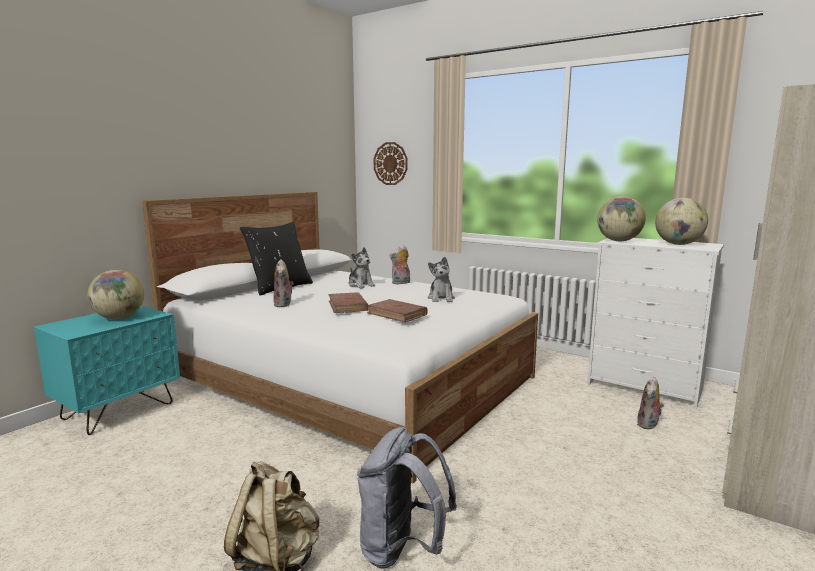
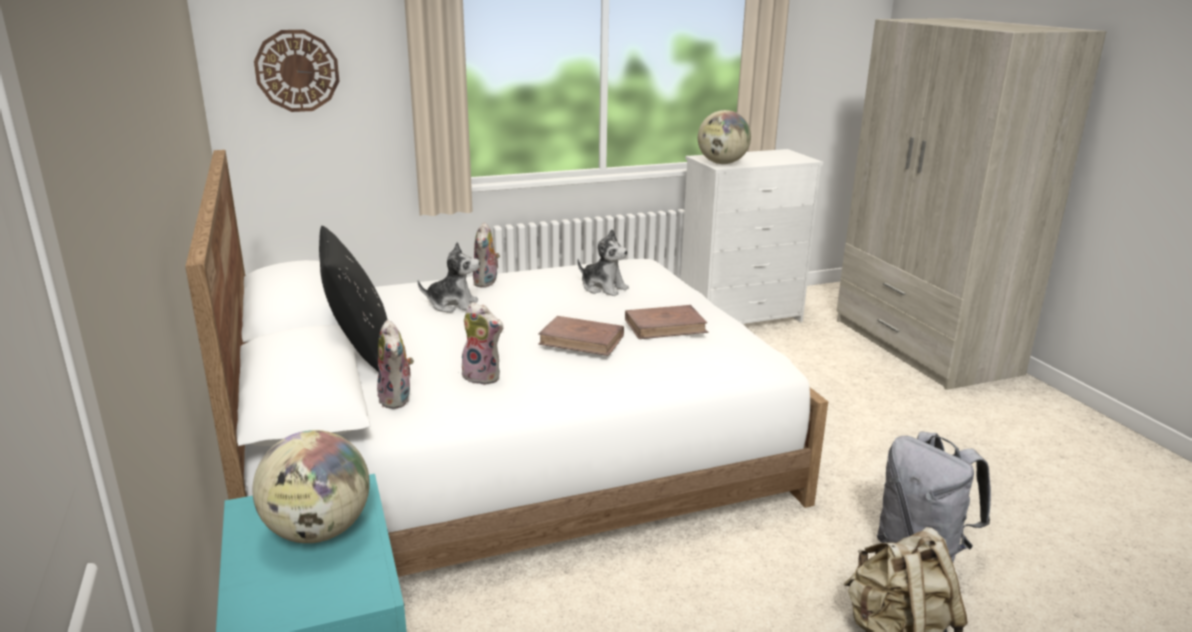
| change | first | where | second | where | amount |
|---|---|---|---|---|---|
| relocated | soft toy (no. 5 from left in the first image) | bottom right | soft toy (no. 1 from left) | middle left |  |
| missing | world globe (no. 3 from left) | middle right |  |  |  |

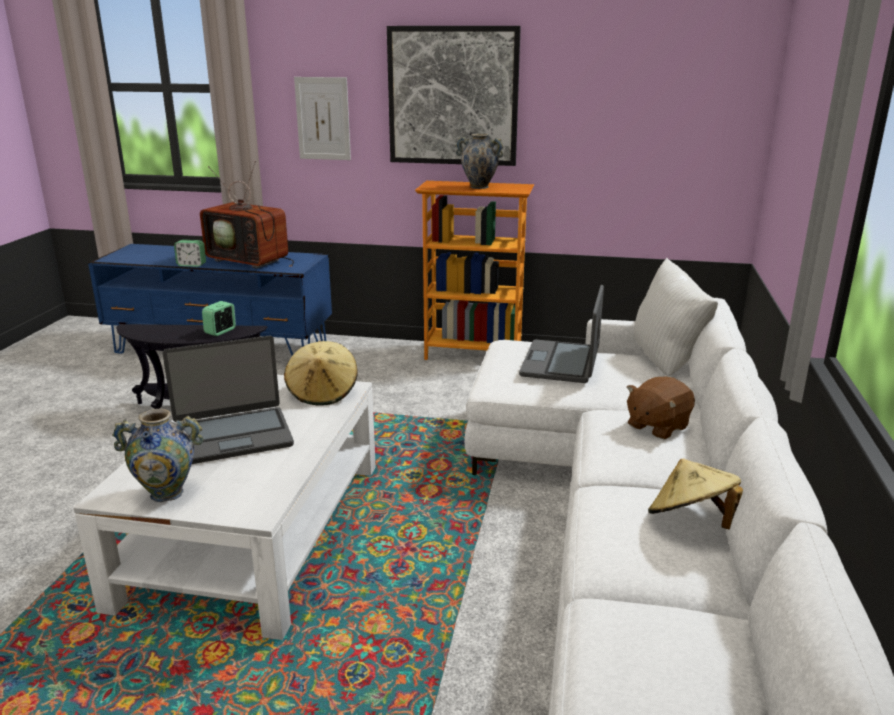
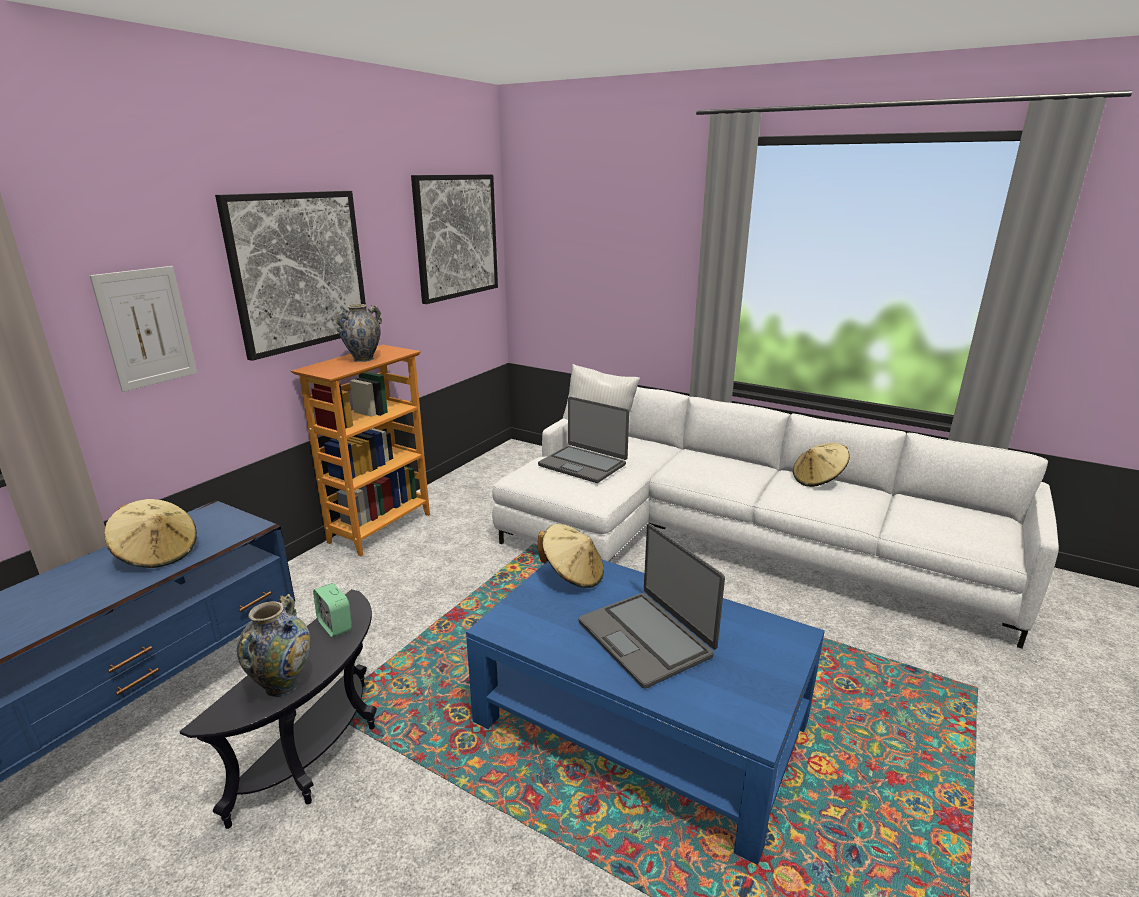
| change | first | where | second | where | amount |
|---|---|---|---|---|---|
| exchanged | TV | top left | beige-coloured wearable hat (no. 1 from left) | middle left |  |
| relocated | vase (no. 1 from left) | middle left |  | bottom left |  |
| appeared |  |  | wall art (no. 3 from left) | top centre |  |
| colour | white coffee table | bottom left | blue coffee table | bottom centre |  |
| spun | laptop (no. 1 from left in the first image) | middle left | laptop (no. 2 from left) | bottom centre | 150 degrees clockwise |
| missing | alarm clock (no. 1 from left) | middle left |  |  |  |
| missing | brownish soft toy | middle right |  |  |  |

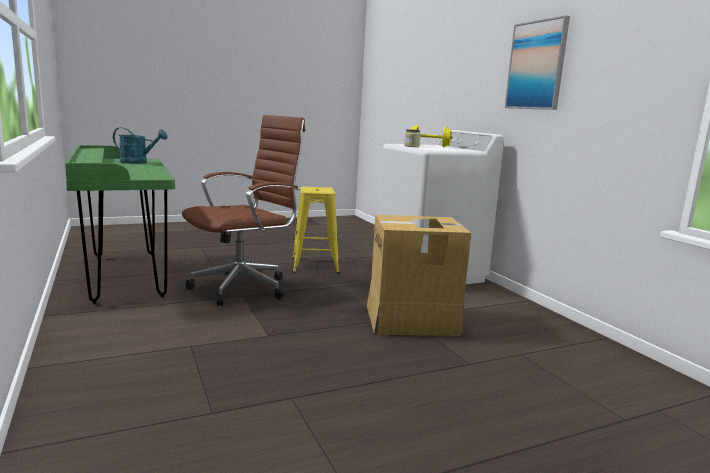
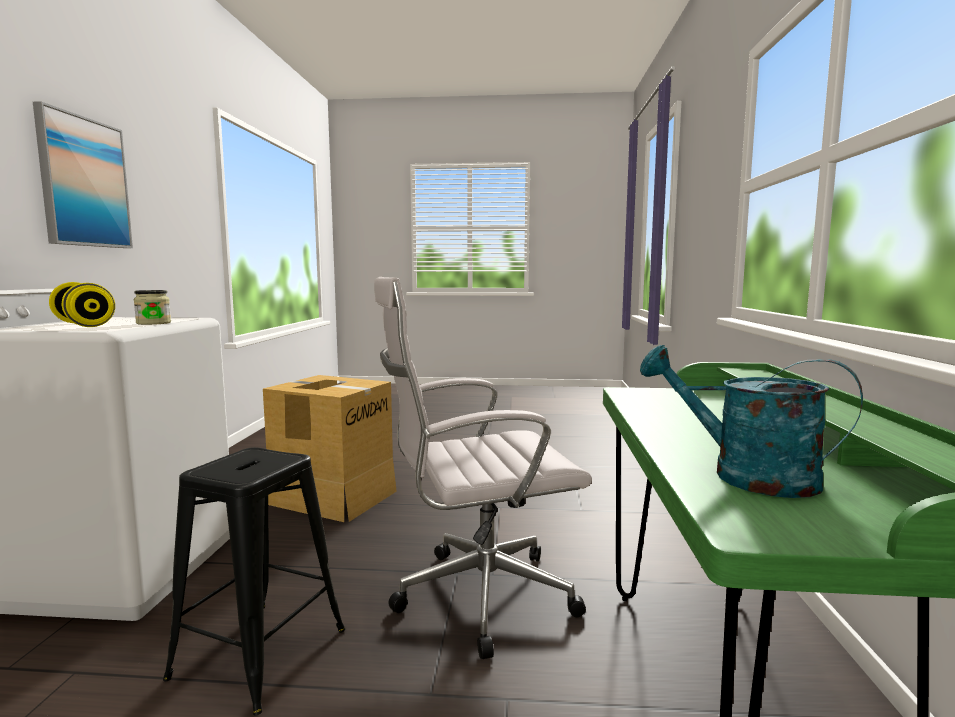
| change | first | where | second | where | amount |
|---|---|---|---|---|---|
| colour | yellow-coloured stool | centre | blackish stool | bottom left |  |
| colour | brownish desk chair | centre | white desk chair | centre |  |

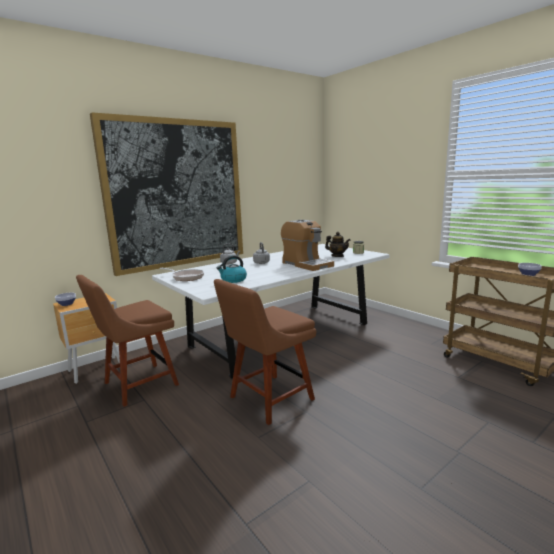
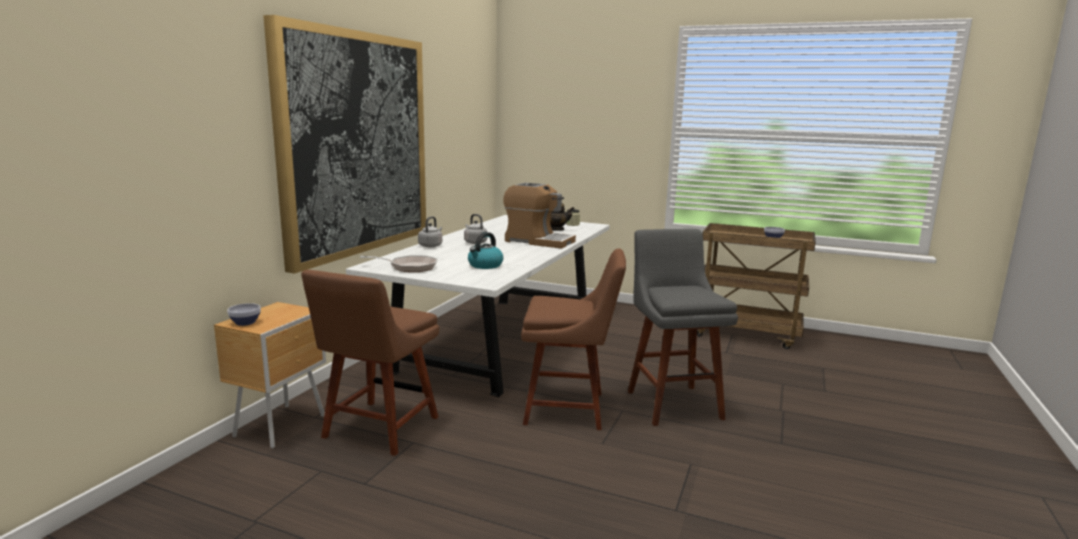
| change | first | where | second | where | amount |
|---|---|---|---|---|---|
| spun | brownish chair (no. 2 from left) | centre |  | centre | 105 degrees counterclockwise |
| appeared |  |  | gray stool | centre |  |

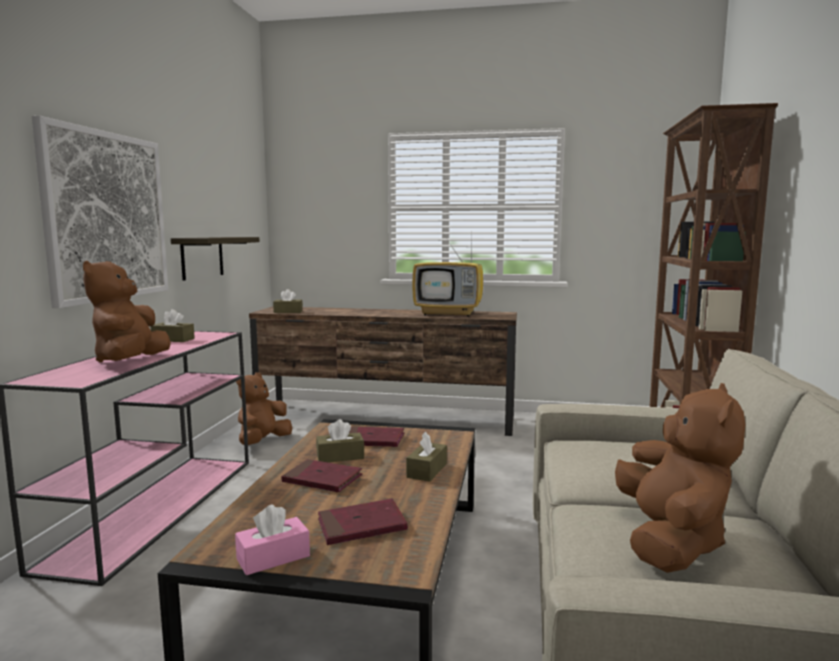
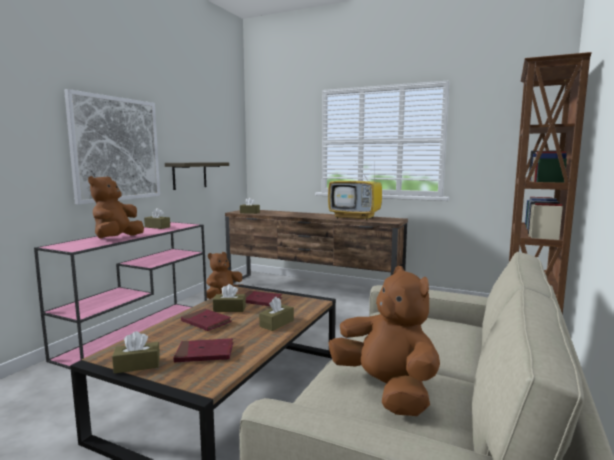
| change | first | where | second | where | amount |
|---|---|---|---|---|---|
| colour | pinkish box of tissues | bottom left | brownish box of tissues (no. 1 from left) | bottom left |  |
| spun | brownish soft toy (no. 3 from left) | bottom right |  | bottom centre | 60 degrees counterclockwise |

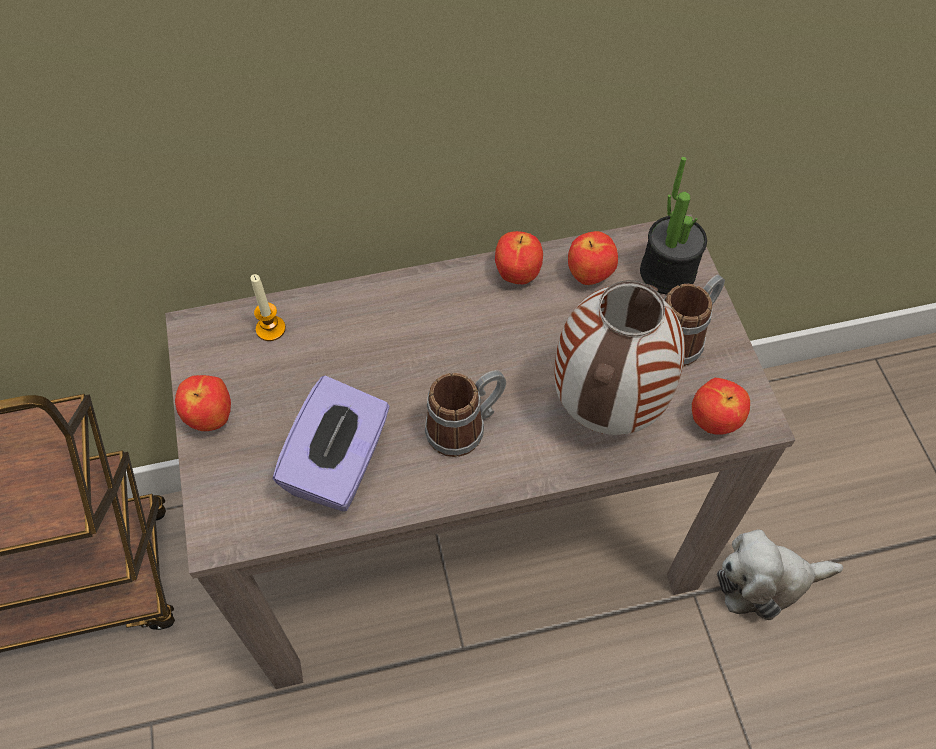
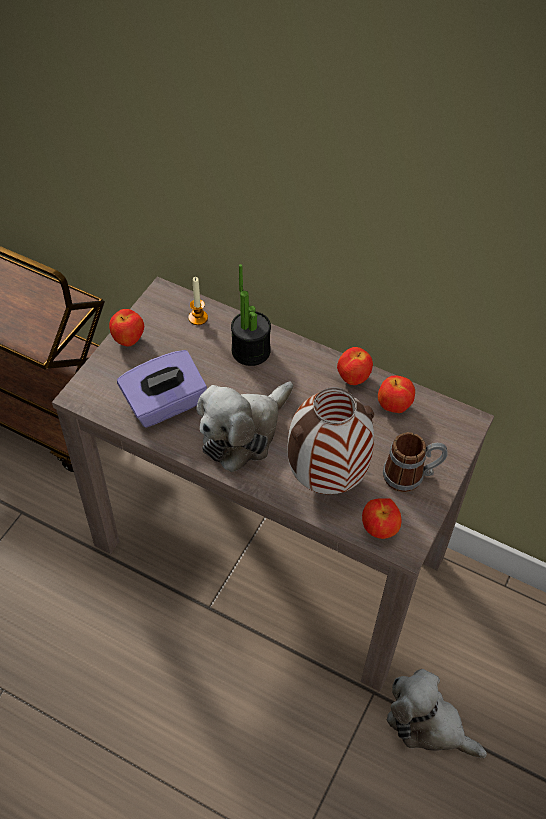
| change | first | where | second | where | amount |
|---|---|---|---|---|---|
| exchanged | mug (no. 1 from left) | centre | soft toy (no. 1 from left) | centre |  |
| relocated | plant in a pot | top right |  | centre |  |

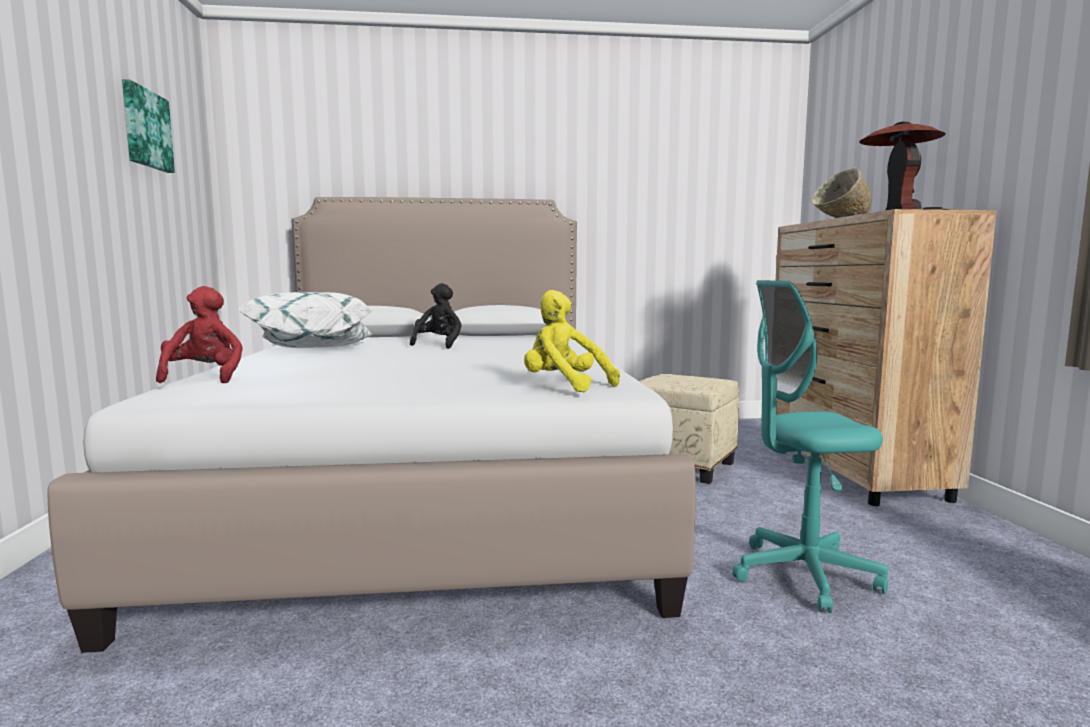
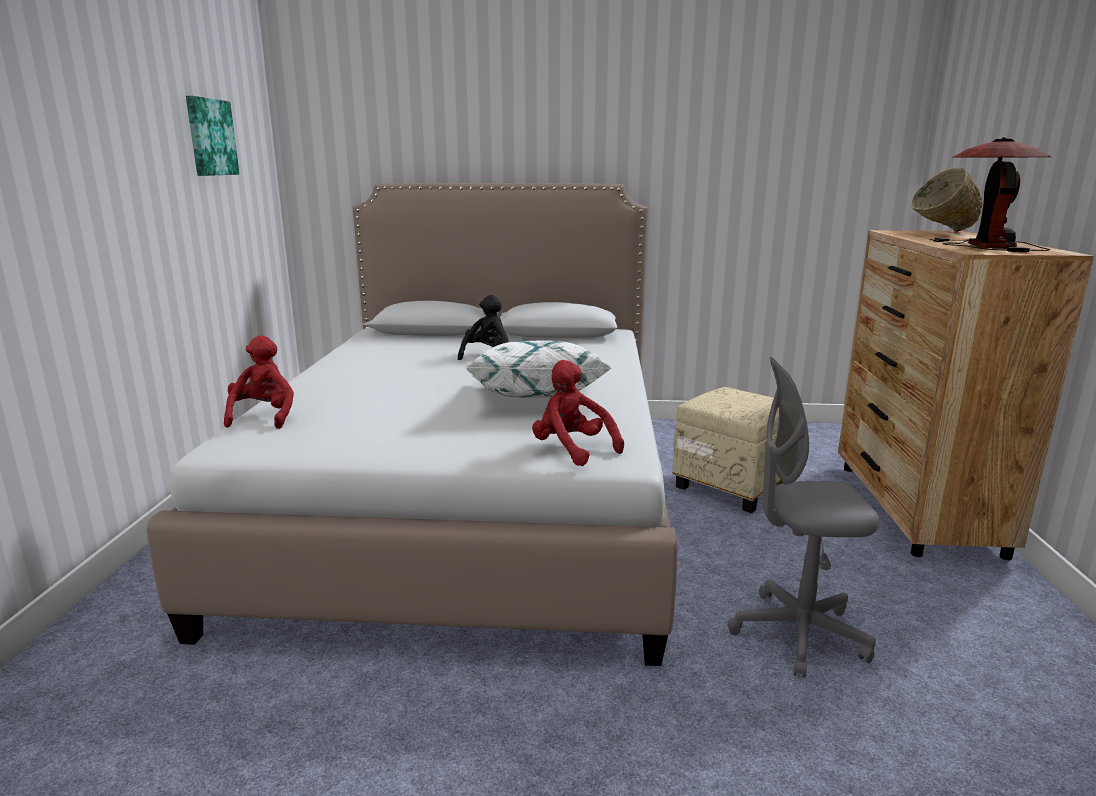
| change | first | where | second | where | amount |
|---|---|---|---|---|---|
| relocated | white cushion | middle left |  | centre |  |
| colour | yellow-coloured soft toy | centre | red-coloured soft toy (no. 2 from left) | centre |  |
| colour | turquoise-coloured desk chair | middle right | gray desk chair | middle right |  |

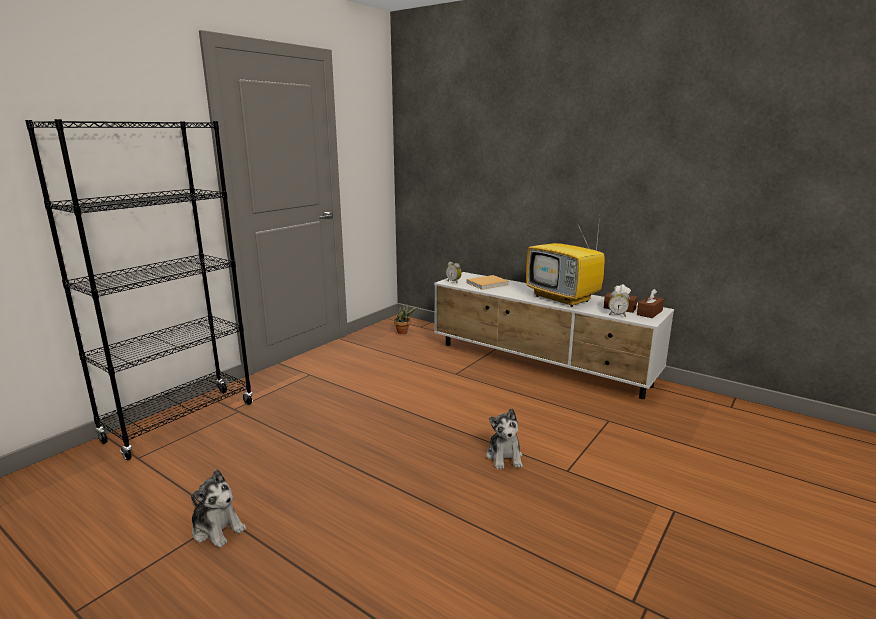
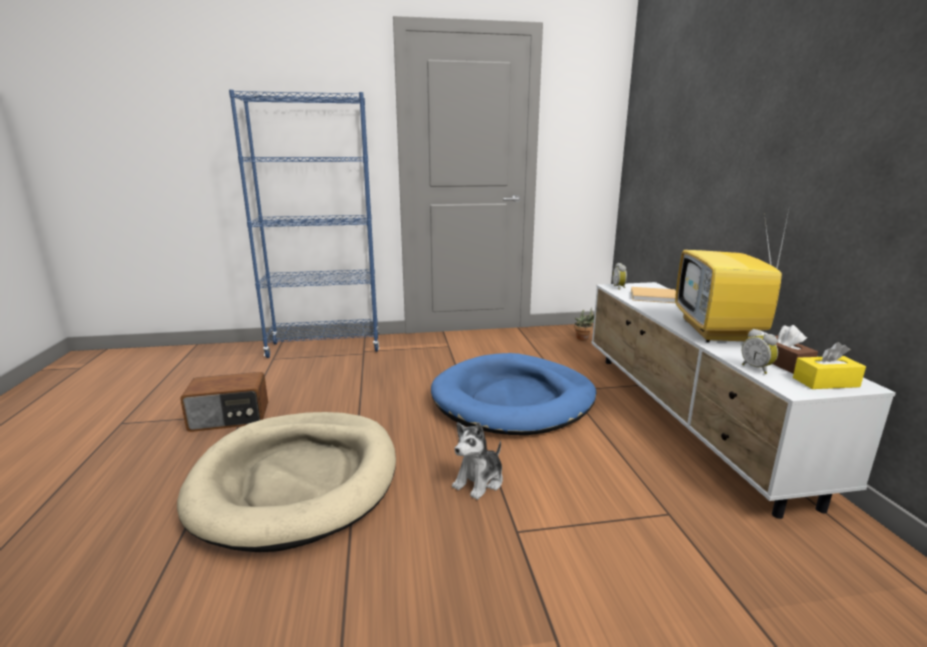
| change | first | where | second | where | amount |
|---|---|---|---|---|---|
| appeared |  |  | beige-coloured dog cushion | bottom left |  |
| exchanged | soft toy (no. 1 from left) | bottom left | radio set | middle left |  |
| colour | blackish bookshelf | middle left | blue bookshelf | middle left |  |
| appeared |  |  | blue dog cushion | centre |  |
| colour | brownish box of tissues (no. 2 from left) | middle right | yellow-coloured box of tissues | middle right |  |

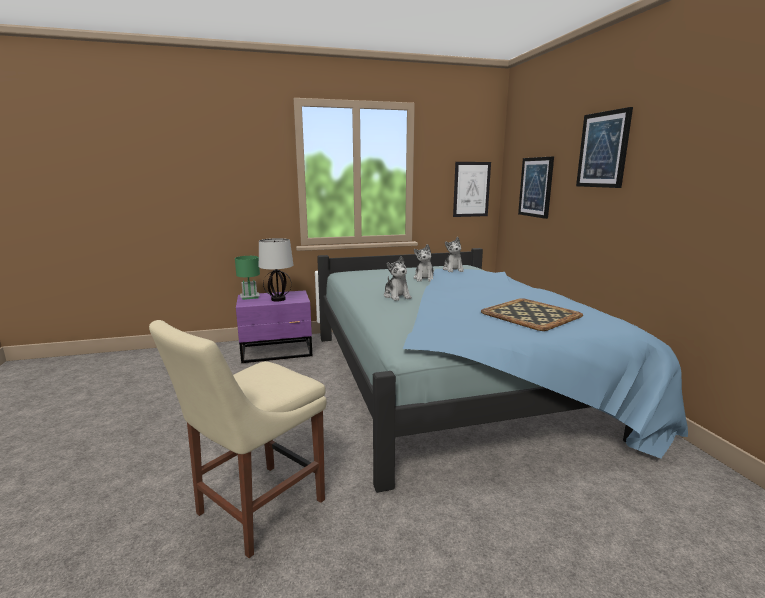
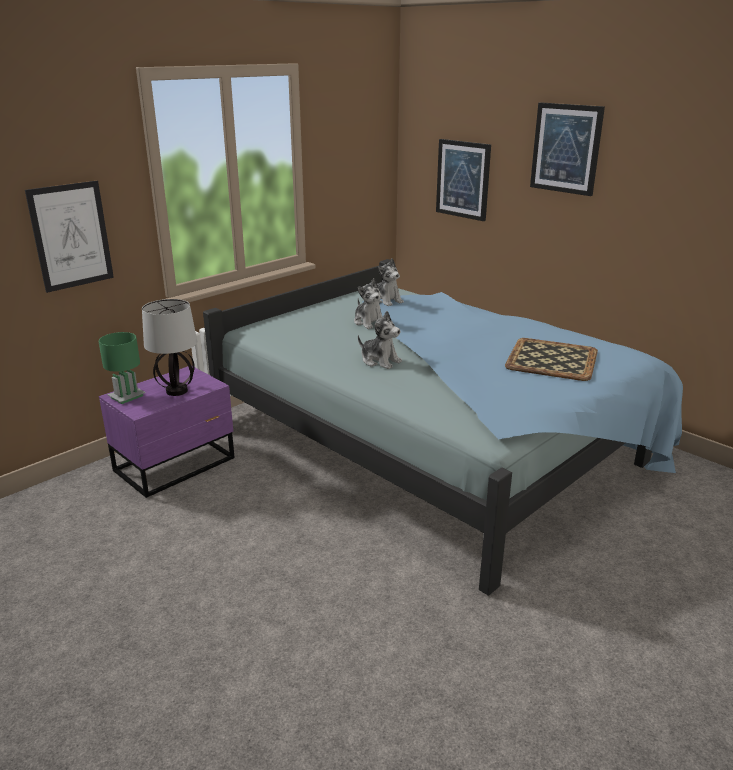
| change | first | where | second | where | amount |
|---|---|---|---|---|---|
| relocated | wall art (no. 1 from left) | top centre |  | top left |  |
| missing | beige-coloured chair | bottom left |  |  |  |

